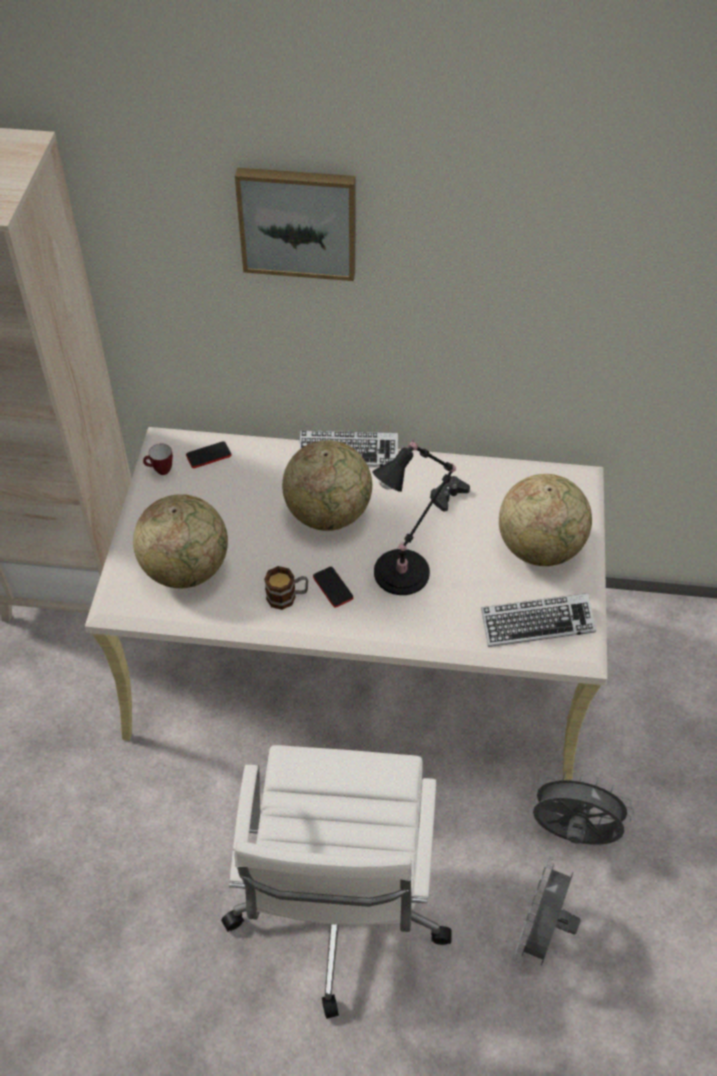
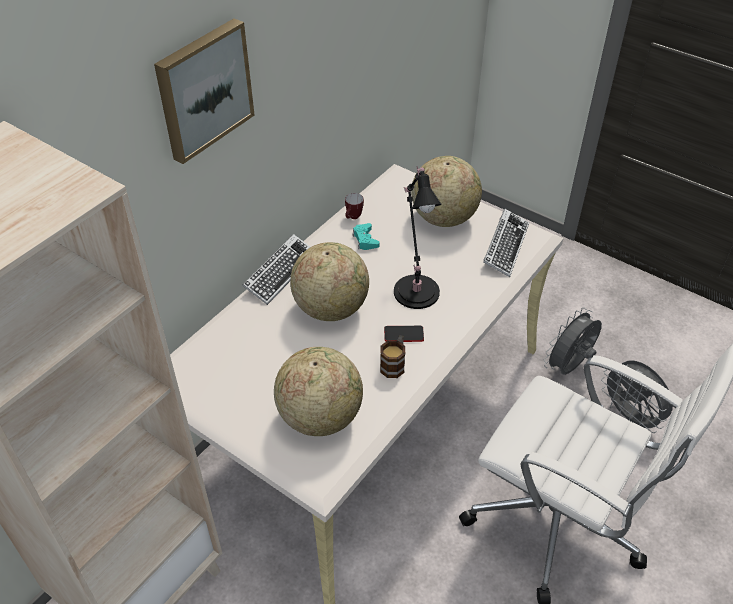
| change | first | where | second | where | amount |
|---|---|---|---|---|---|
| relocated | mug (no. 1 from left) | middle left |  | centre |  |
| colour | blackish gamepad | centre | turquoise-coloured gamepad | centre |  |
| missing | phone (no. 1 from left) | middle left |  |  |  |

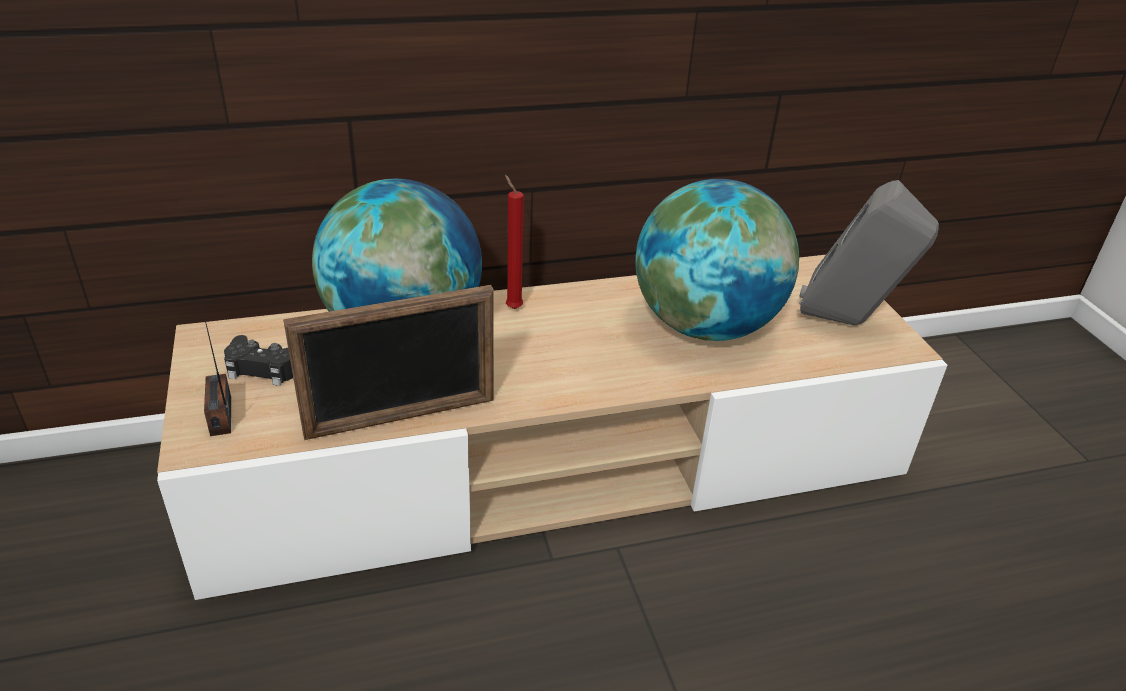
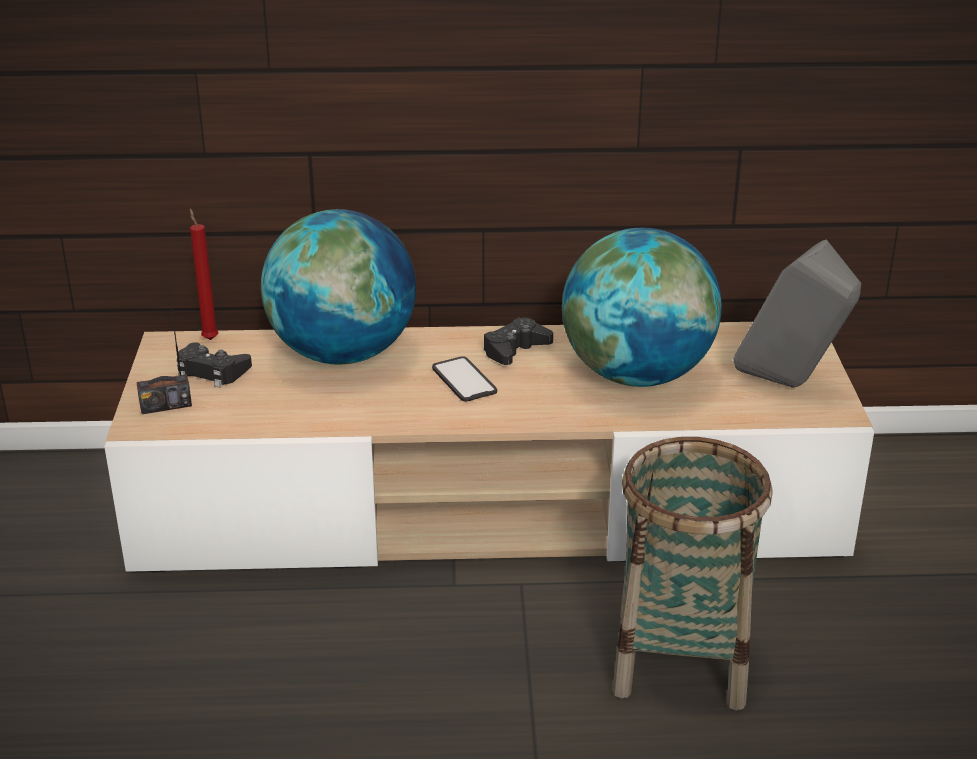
| change | first | where | second | where | amount |
|---|---|---|---|---|---|
| spun | radio set | middle left |  | middle left | 105 degrees counterclockwise |
| relocated | red-coloured wax light | centre |  | middle left |  |
| appeared |  |  | phone | centre |  |
| appeared |  |  | blackish gamepad (no. 2 from left) | centre |  |
| appeared |  |  | basket | bottom right |  |
| missing | standing frame | centre |  |  |  |

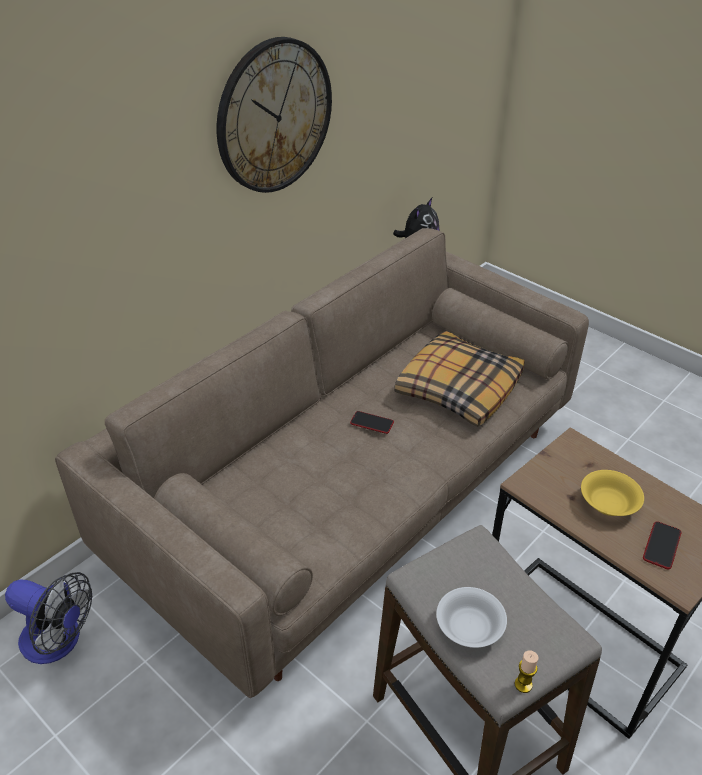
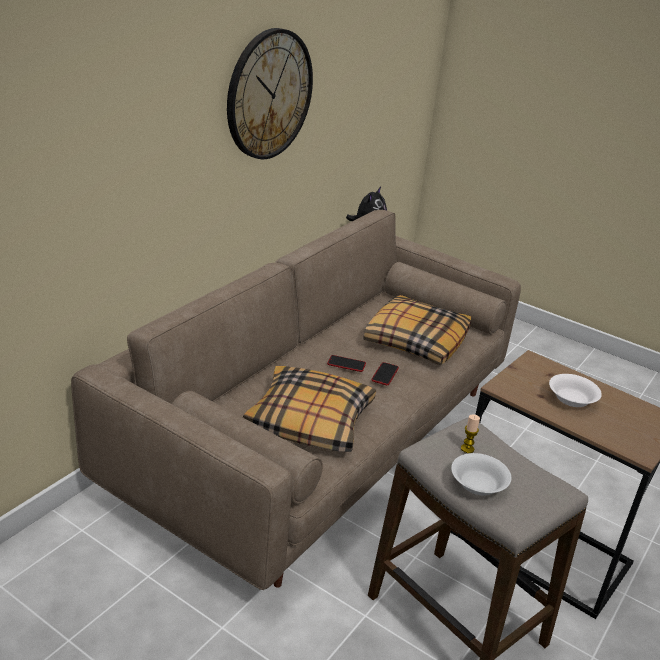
| change | first | where | second | where | amount |
|---|---|---|---|---|---|
| appeared |  |  | cushion (no. 1 from left) | centre |  |
| relocated | phone (no. 2 from left) | bottom right |  | centre |  |
| relocated | wax light | bottom right |  | middle right |  |
| colour | yellow-coloured bowl | middle right | white bowl (no. 2 from left) | middle right |  |
| missing | electric fan | bottom left |  |  |  |

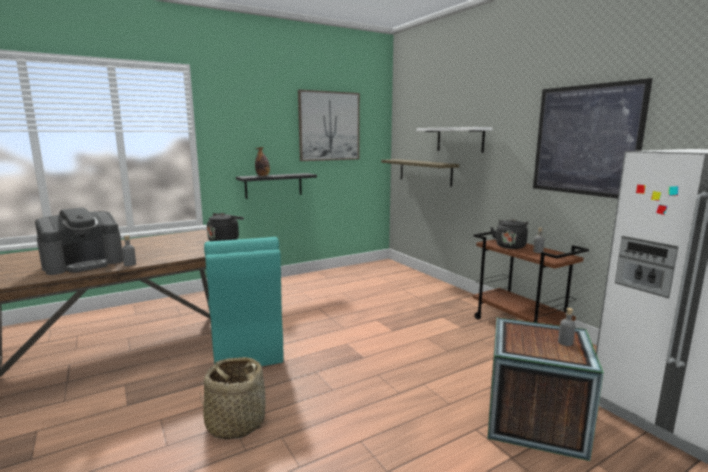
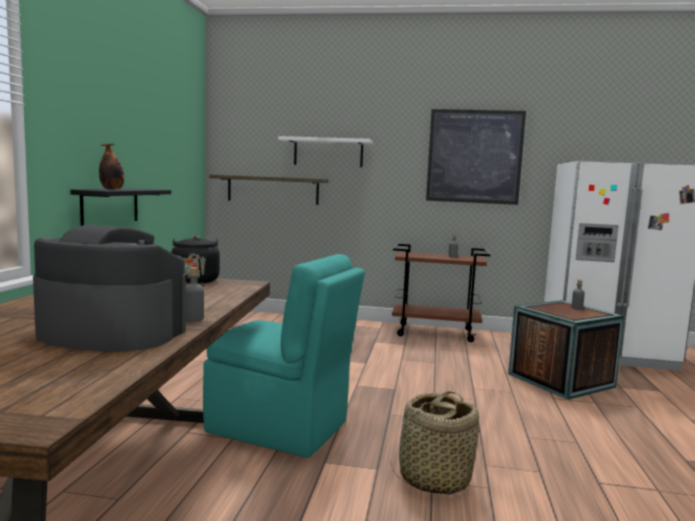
| change | first | where | second | where | amount |
|---|---|---|---|---|---|
| spun | coffee maker | middle left |  | middle left | 75 degrees counterclockwise |
| missing | wall art (no. 1 from left) | top centre |  |  |  |
| missing | blackish water kettle (no. 2 from left) | middle right |  |  |  |

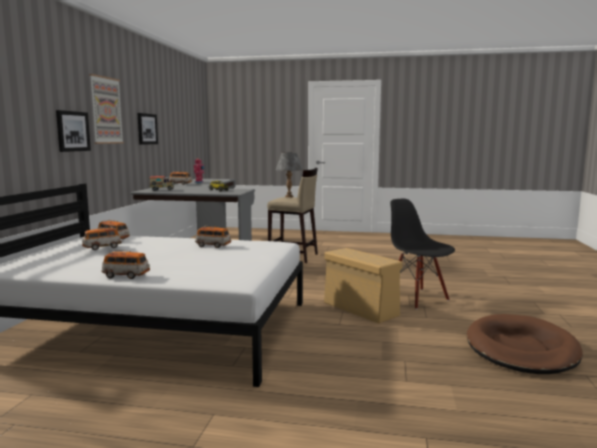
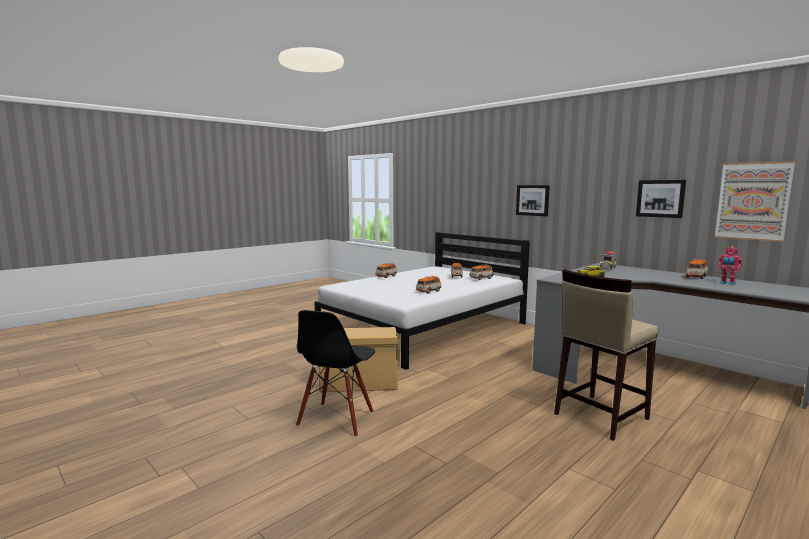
| change | first | where | second | where | amount |
|---|---|---|---|---|---|
| spun | blackish chair | middle right |  | bottom centre | 105 degrees clockwise |
| relocated | wall art (no. 2 from left in the first image) | top left | wall art (no. 3 from left) | middle right |  |
| missing | gray tabletop lamp | centre |  |  |  |
| missing | brownish dog cushion | bottom right |  |  |  |

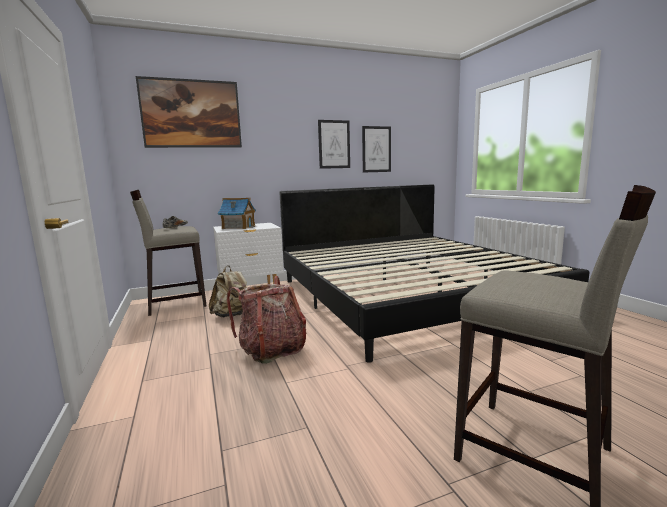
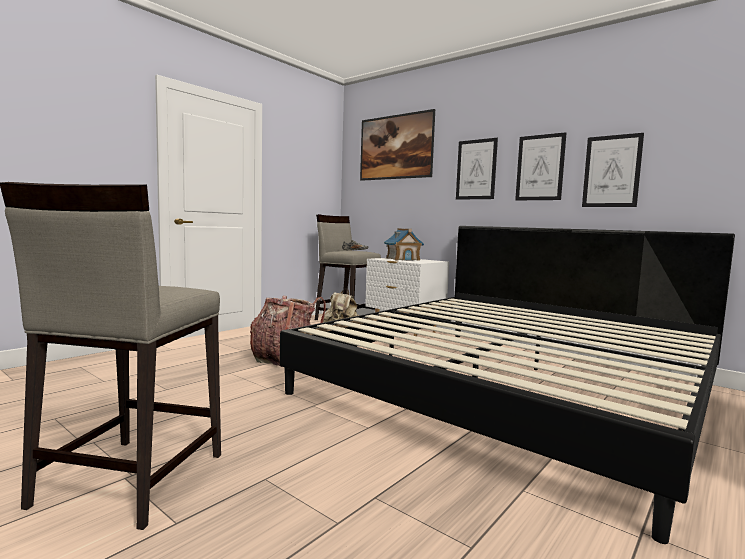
| change | first | where | second | where | amount |
|---|---|---|---|---|---|
| appeared |  |  | wall art (no. 2 from left) | top centre |  |

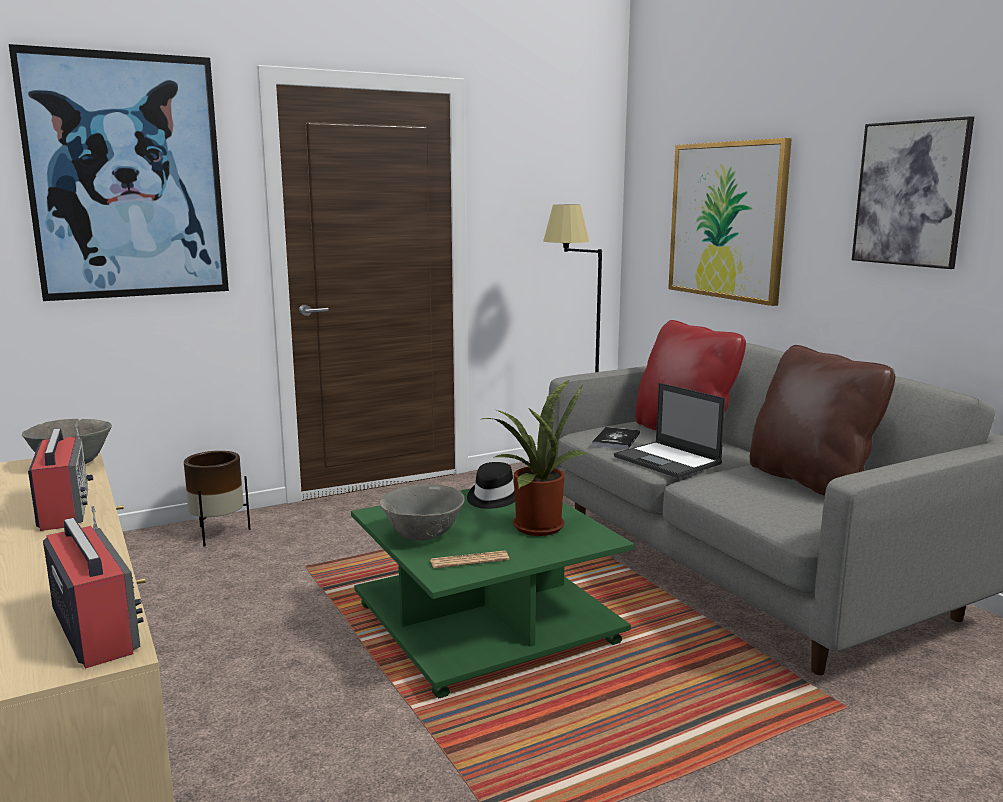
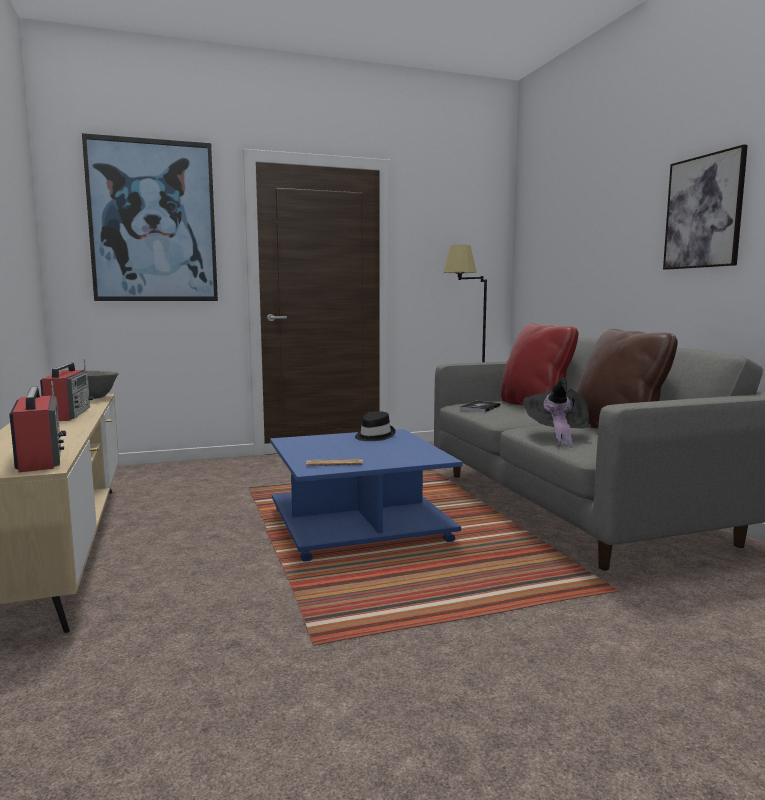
| change | first | where | second | where | amount |
|---|---|---|---|---|---|
| colour | greenish coffee table | bottom centre | blue coffee table | centre |  |
| appeared |  |  | blackish wearable hat (no. 2 from left) | middle right |  |
| missing | brownish planter | middle left |  |  |  |
| missing | gray bowl (no. 2 from left) | centre |  |  |  |
| missing | plant in a pot | centre |  |  |  |
| missing | laptop | middle right |  |  |  |
| missing | wall art (no. 2 from left) | top right |  |  |  |

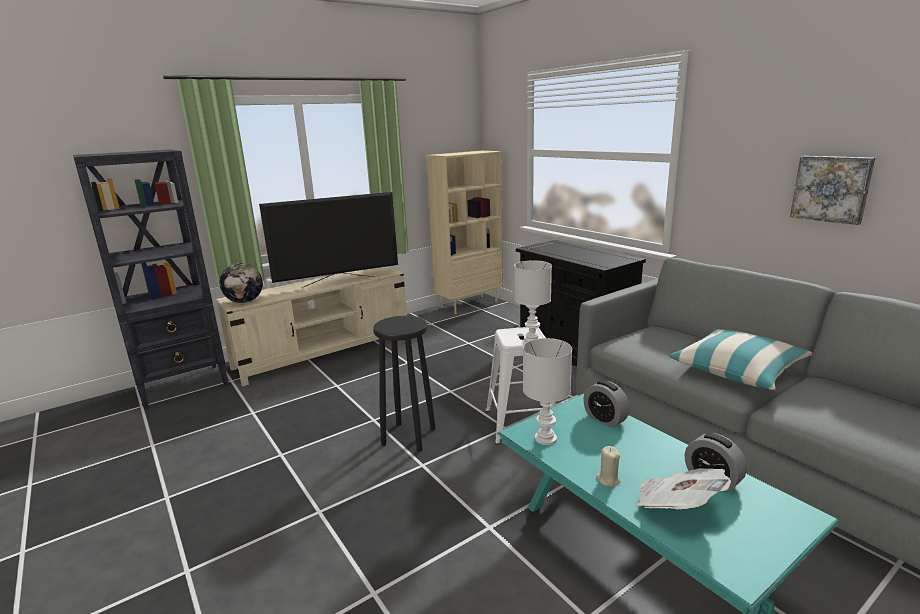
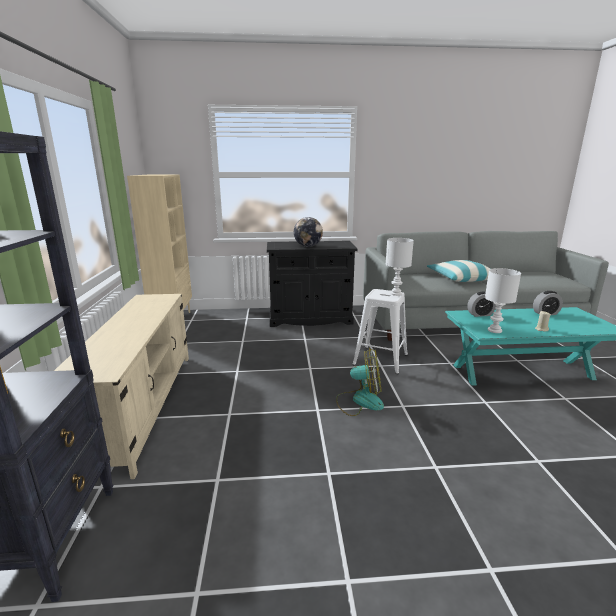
| change | first | where | second | where | amount |
|---|---|---|---|---|---|
| relocated | world globe | middle left |  | centre |  |
| exchanged | blackish stool | centre | electric fan | centre |  |
| missing | TV | centre |  |  |  |
| missing | printed paper | bottom right |  |  |  |
| missing | wall art | top right |  |  |  |

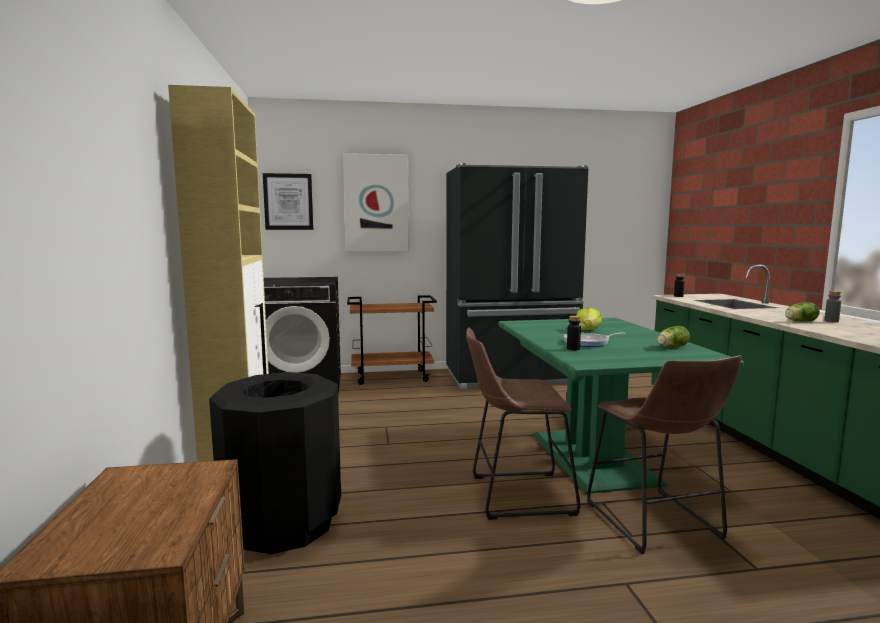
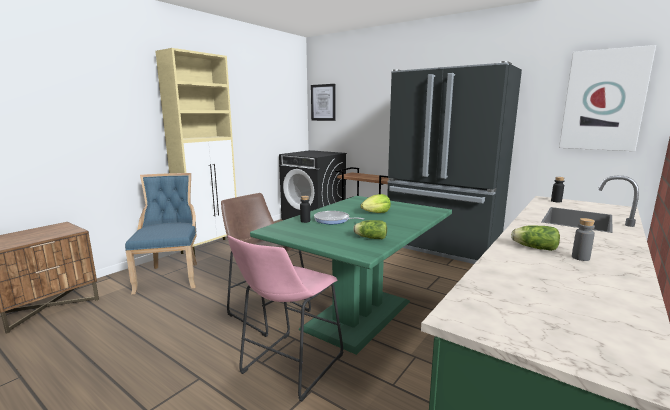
| change | first | where | second | where | amount |
|---|---|---|---|---|---|
| exchanged | blackish trash can | bottom left | blue chair | middle left |  |
| colour | brownish stool (no. 2 from left) | bottom right | pinkish stool | bottom centre |  |
| relocated | wall art (no. 2 from left) | top centre |  | top right |  |

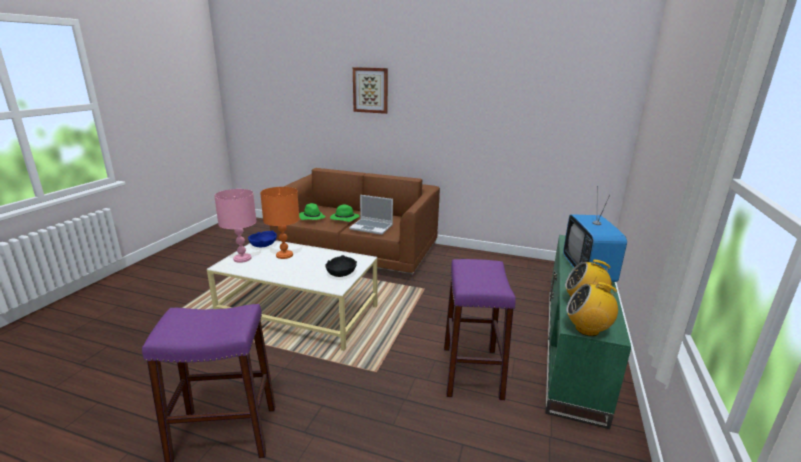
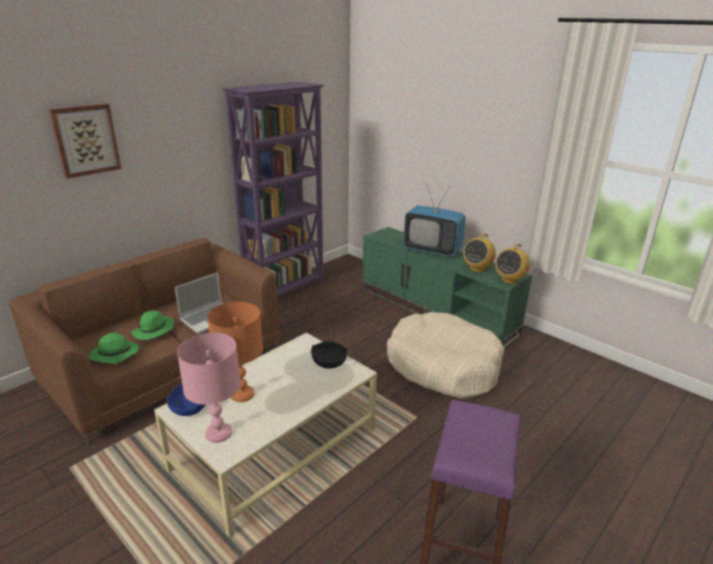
| change | first | where | second | where | amount |
|---|---|---|---|---|---|
| appeared |  |  | purplish bookshelf | centre |  |
| exchanged | purplish stool (no. 2 from left) | bottom centre | beige-coloured dog cushion | centre |  |

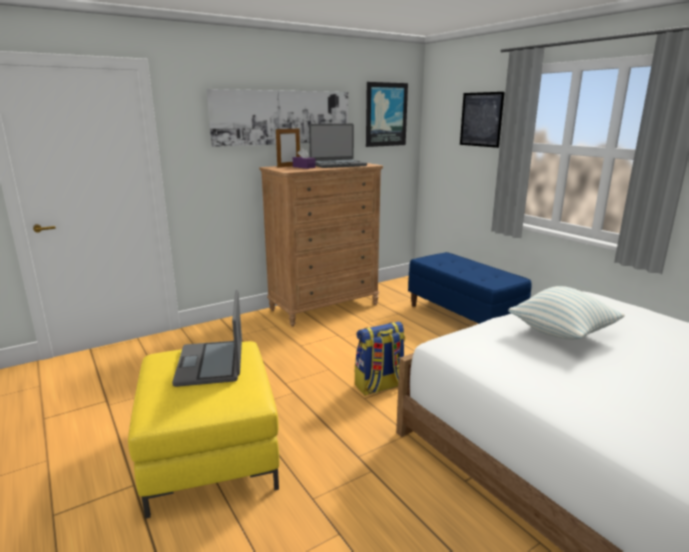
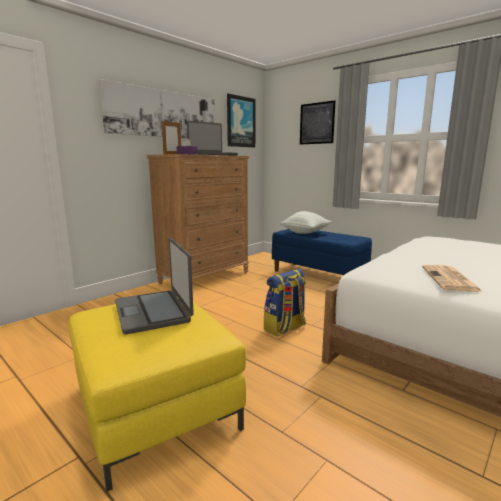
| change | first | where | second | where | amount |
|---|---|---|---|---|---|
| relocated | cushion | middle right |  | centre |  |
| appeared |  |  | printed paper | middle right |  |

